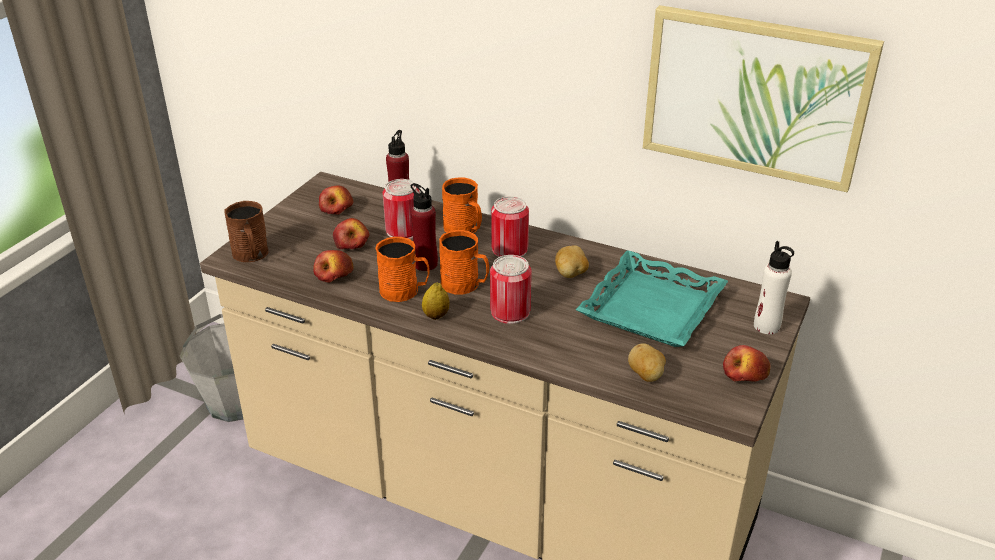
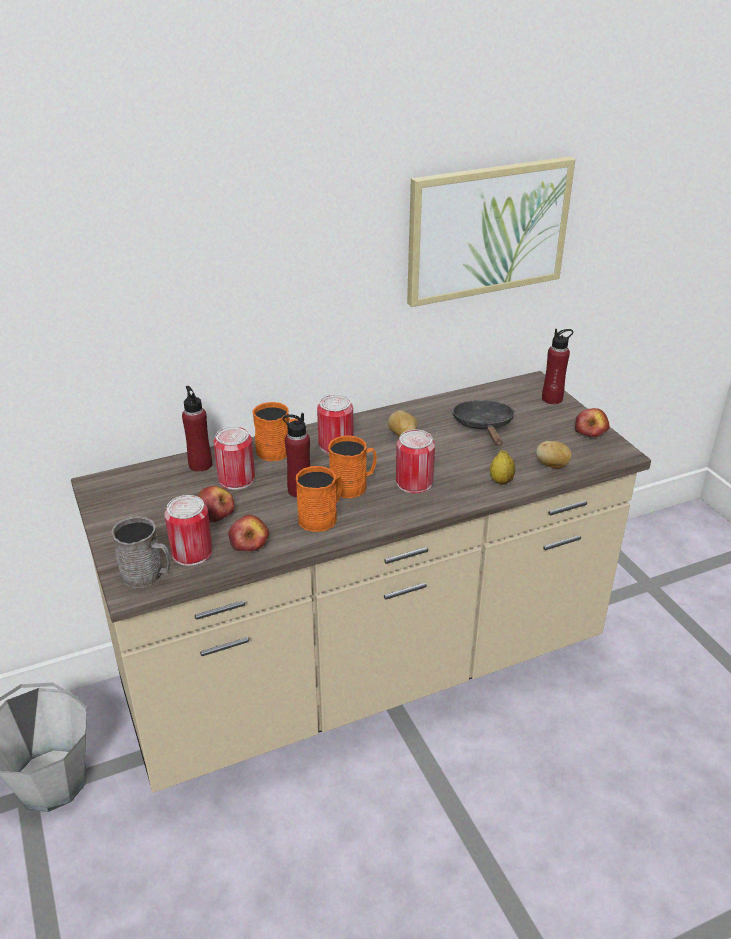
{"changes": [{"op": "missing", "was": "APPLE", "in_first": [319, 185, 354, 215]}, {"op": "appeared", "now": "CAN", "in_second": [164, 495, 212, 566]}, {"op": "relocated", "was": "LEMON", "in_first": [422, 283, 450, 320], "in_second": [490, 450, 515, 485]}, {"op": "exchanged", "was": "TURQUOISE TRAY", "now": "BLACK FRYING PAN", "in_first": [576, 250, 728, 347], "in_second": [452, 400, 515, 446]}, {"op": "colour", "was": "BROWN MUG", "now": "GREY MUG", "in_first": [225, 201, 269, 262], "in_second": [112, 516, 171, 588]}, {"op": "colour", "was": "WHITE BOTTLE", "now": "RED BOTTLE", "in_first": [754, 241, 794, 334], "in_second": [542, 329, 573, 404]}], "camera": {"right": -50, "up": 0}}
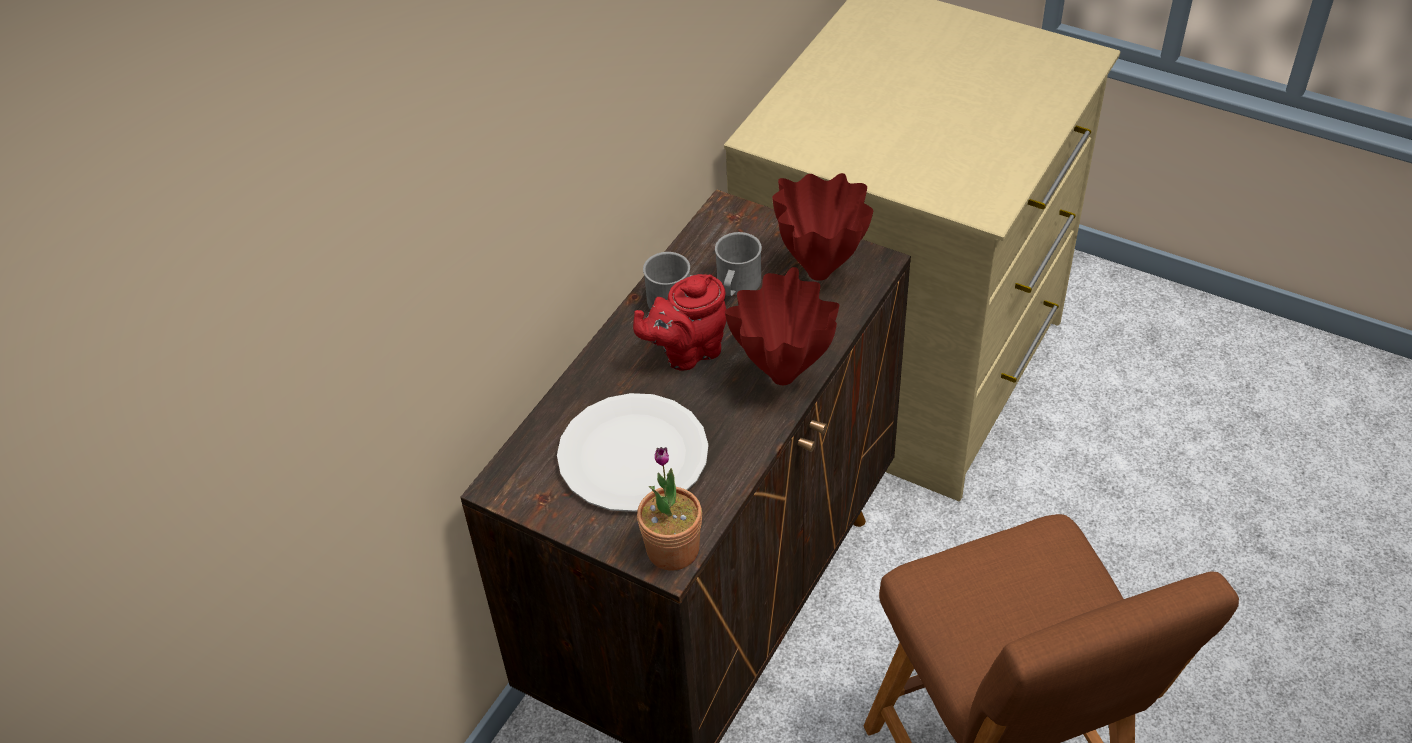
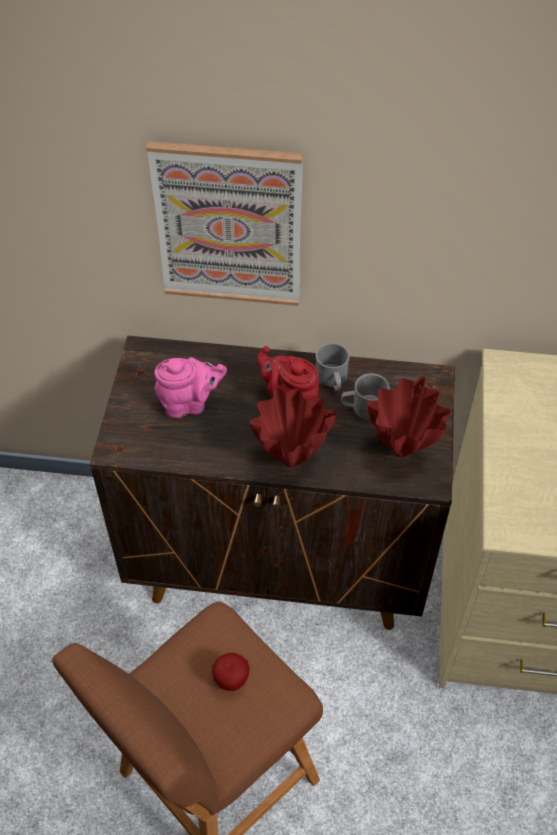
{"changes": [{"op": "missing", "was": "POTTED PLANT", "in_first": [637, 447, 702, 571]}, {"op": "appeared", "now": "PICTURE", "in_second": [146, 141, 303, 306]}, {"op": "appeared", "now": "APPLE", "in_second": [212, 653, 250, 691]}, {"op": "exchanged", "was": "WHITE PLATE", "now": "PINK TEAPOT", "in_first": [557, 393, 708, 512], "in_second": [154, 357, 227, 418]}], "camera": {"right": 65, "up": 5}}
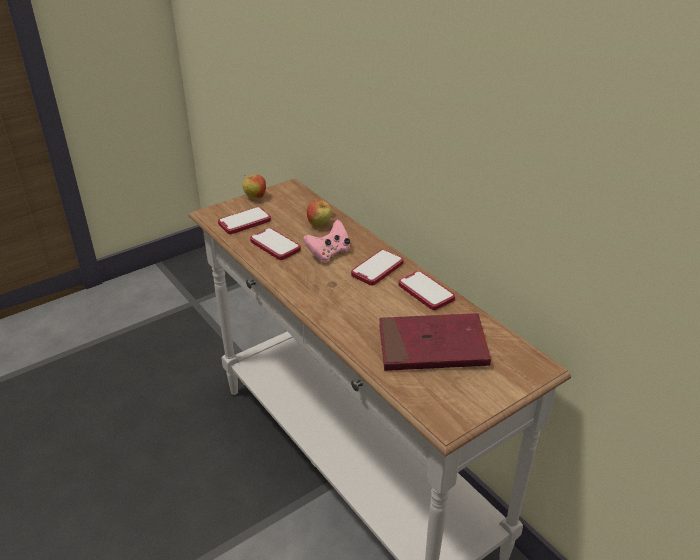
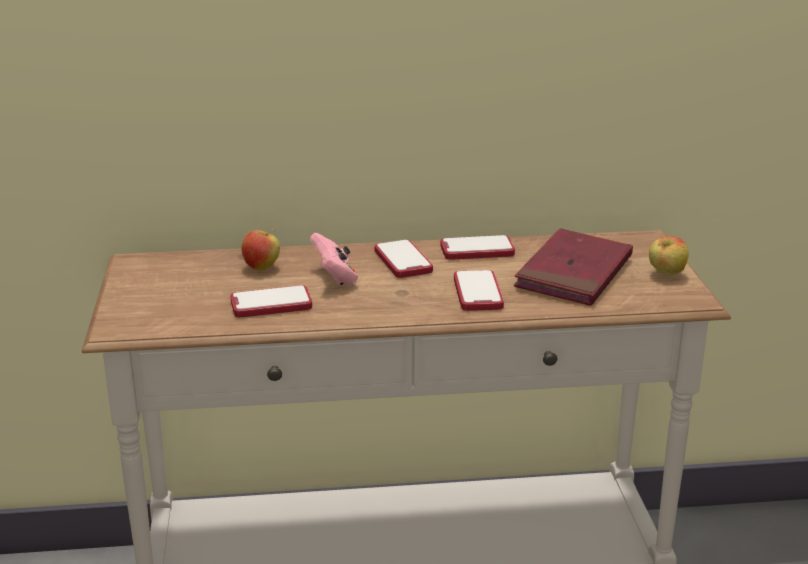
{"changes": [{"op": "relocated", "was": "PHONE", "in_first": [218, 207, 271, 234], "in_second": [454, 270, 504, 311]}, {"op": "relocated", "was": "APPLE", "in_first": [242, 174, 266, 199], "in_second": [649, 236, 689, 276]}], "camera": {"right": -60, "up": -10}}
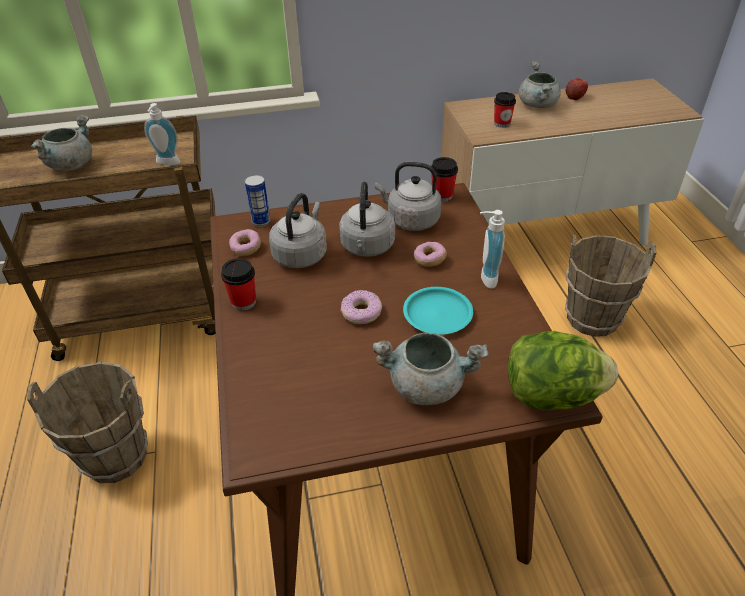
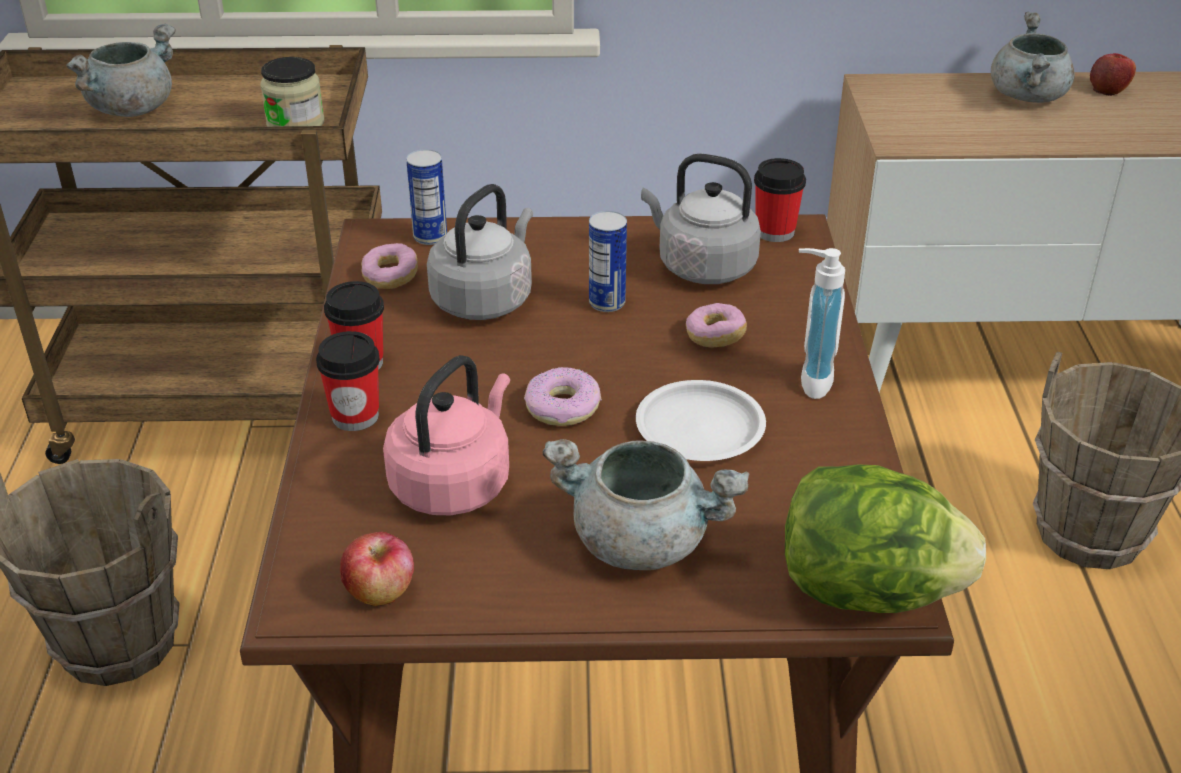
{"changes": [{"op": "appeared", "now": "APPLE", "in_second": [340, 531, 414, 606]}, {"op": "appeared", "now": "PINK KETTLE", "in_second": [383, 355, 510, 515]}, {"op": "relocated", "was": "CUP", "in_first": [494, 92, 516, 128], "in_second": [316, 331, 380, 431]}, {"op": "exchanged", "was": "SOAP DISPENSER", "now": "JAR", "in_first": [144, 103, 180, 165], "in_second": [260, 57, 324, 127]}, {"op": "exchanged", "was": "GREY KETTLE", "now": "CAN", "in_first": [339, 182, 395, 257], "in_second": [589, 211, 627, 312]}, {"op": "colour", "was": "TURQUOISE PLATE", "now": "WHITE PLATE", "in_first": [403, 287, 473, 335], "in_second": [636, 380, 766, 461]}], "camera": {"right": 10, "up": -5}}
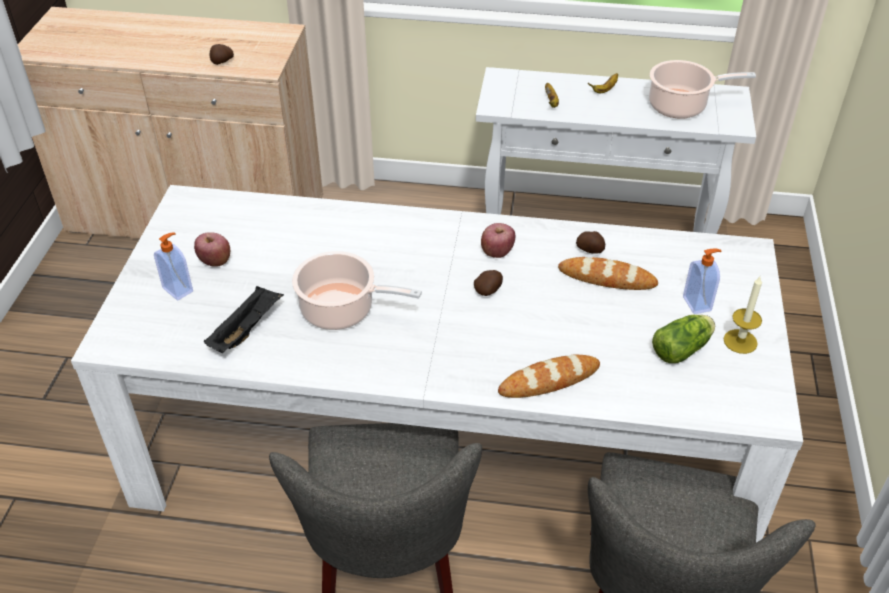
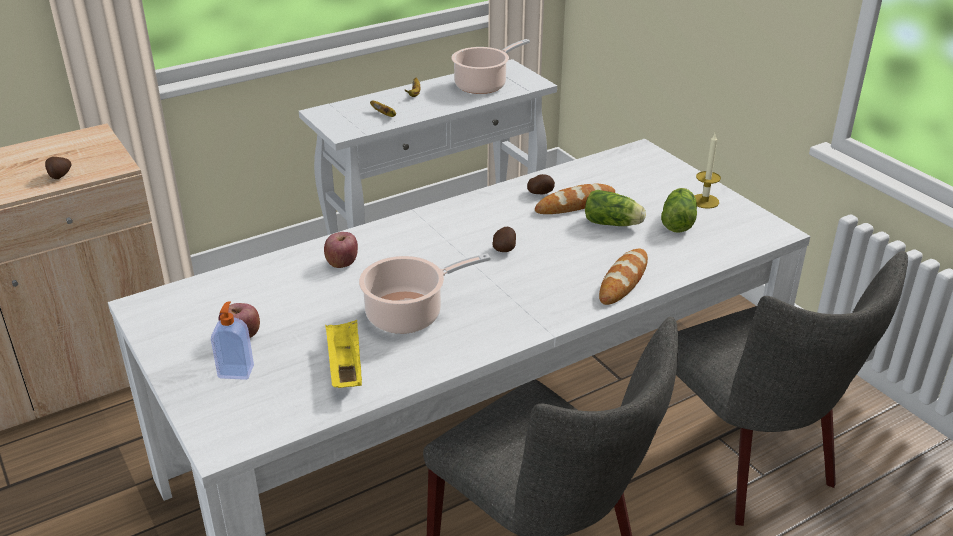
{"changes": [{"op": "missing", "was": "SOAP DISPENSER", "in_first": [683, 249, 722, 314]}, {"op": "appeared", "now": "LETTUCE", "in_second": [585, 190, 646, 226]}, {"op": "relocated", "was": "APPLE", "in_first": [481, 223, 515, 258], "in_second": [324, 232, 358, 268]}, {"op": "colour", "was": "BLACK TRAY", "now": "YELLOW TRAY", "in_first": [204, 286, 284, 353], "in_second": [325, 320, 362, 388]}], "camera": {"right": -40, "up": -10}}
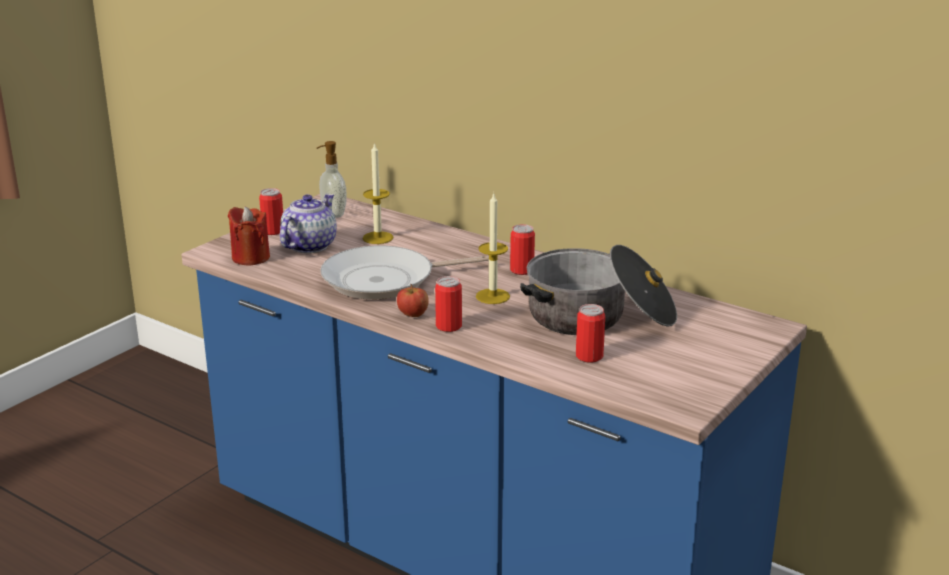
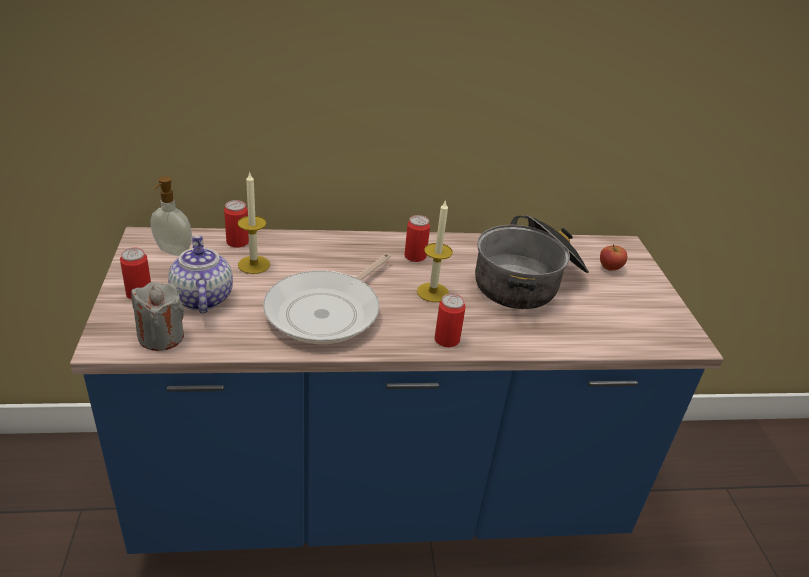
{"changes": [{"op": "relocated", "was": "APPLE", "in_first": [397, 284, 429, 317], "in_second": [600, 244, 627, 271]}, {"op": "relocated", "was": "CAN", "in_first": [576, 304, 605, 363], "in_second": [224, 200, 249, 248]}, {"op": "colour", "was": "RED CANDLE", "now": "GREY CANDLE", "in_first": [228, 207, 270, 265], "in_second": [131, 282, 184, 351]}], "camera": {"right": -45, "up": 10}}
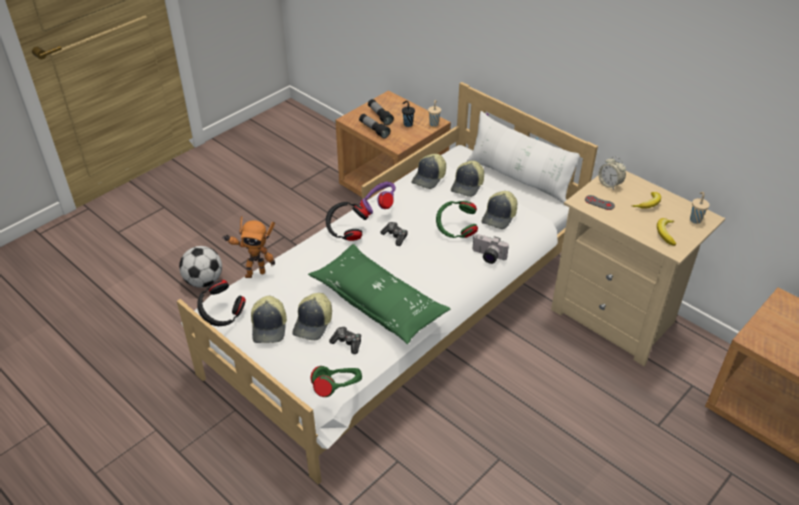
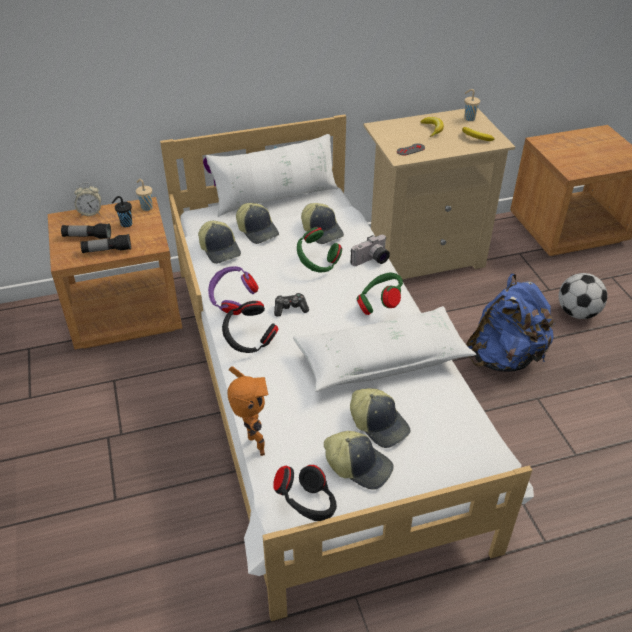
{"changes": [{"op": "missing", "was": "GAME CONTROLLER", "in_first": [329, 327, 361, 354]}, {"op": "appeared", "now": "BLUE BACKPACK", "in_second": [466, 273, 556, 372]}, {"op": "relocated", "was": "FOOTBALL", "in_first": [179, 246, 222, 288], "in_second": [559, 273, 608, 319]}, {"op": "relocated", "was": "GREEN HEADPHONES", "in_first": [310, 366, 362, 397], "in_second": [357, 272, 403, 315]}, {"op": "relocated", "was": "ALARM CLOCK", "in_first": [598, 156, 626, 190], "in_second": [74, 183, 101, 216]}, {"op": "colour", "was": "GREEN PILLOW", "now": "WHITE PILLOW", "in_first": [308, 244, 451, 344], "in_second": [293, 306, 476, 392]}, {"op": "spun", "was": "TOY ROBOT", "in_first": [222, 216, 275, 278], "in_second": [228, 366, 268, 456], "clockwise": -45}], "camera": {"right": -60, "up": 0}}
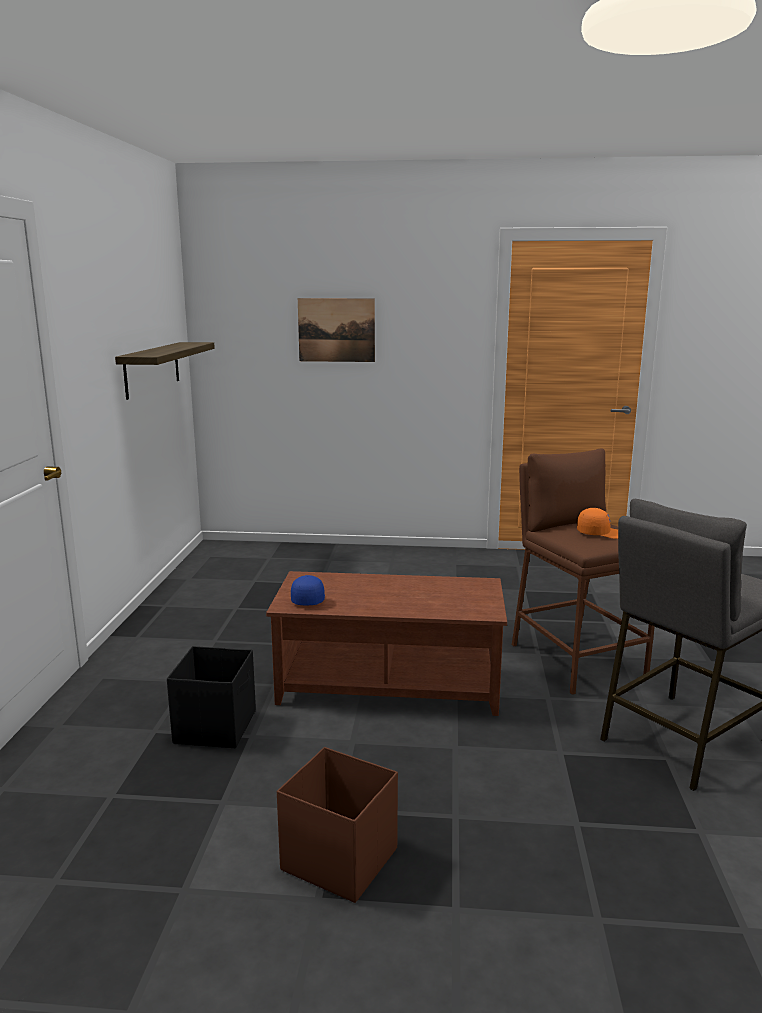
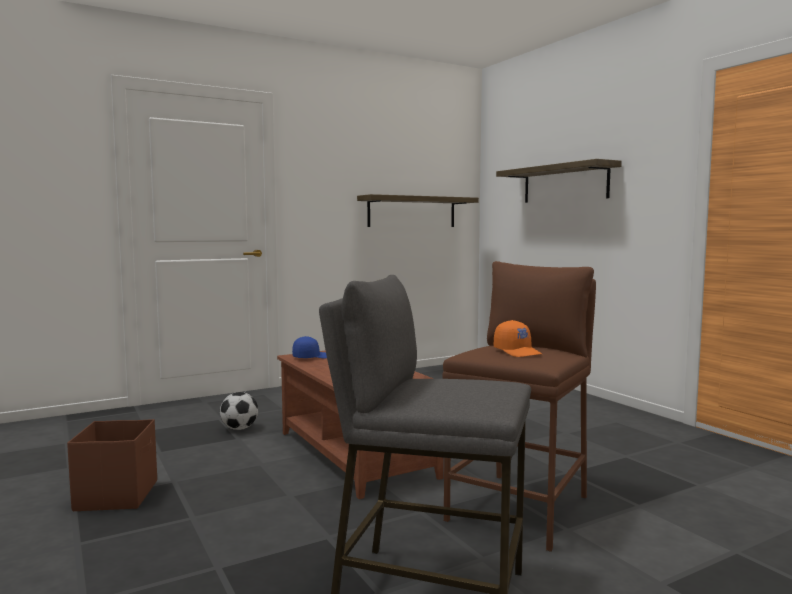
{"changes": [{"op": "exchanged", "was": "BLACK STORAGE BOX", "now": "FOOTBALL", "in_first": [167, 646, 256, 748], "in_second": [220, 392, 258, 430]}, {"op": "exchanged", "was": "PICTURE", "now": "SHELF", "in_first": [298, 298, 375, 362], "in_second": [496, 159, 622, 203]}], "camera": {"right": 55, "up": -10}}
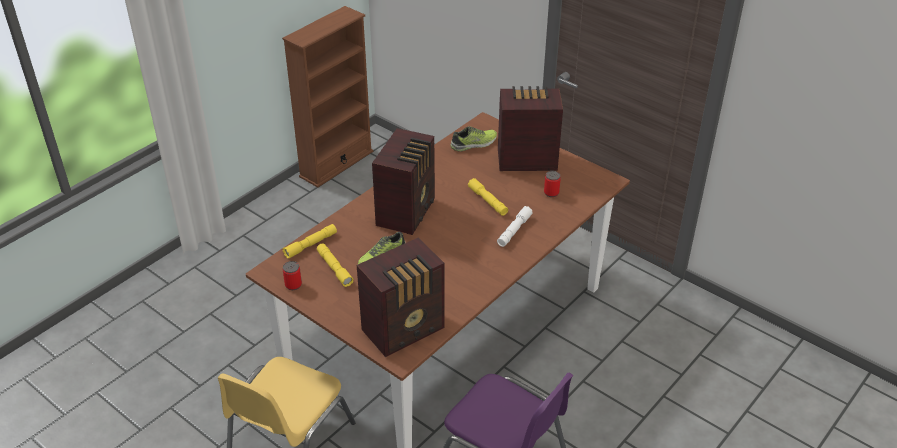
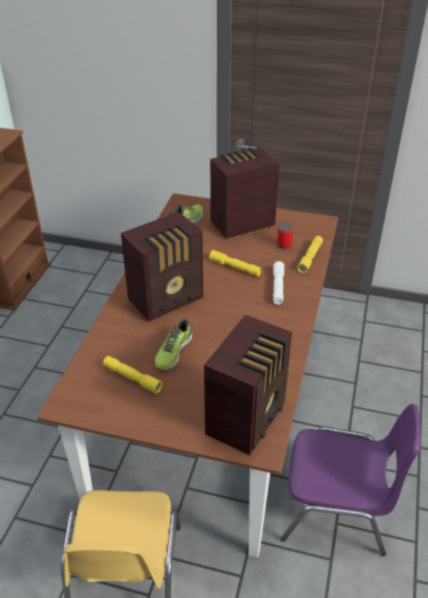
{"changes": [{"op": "missing", "was": "CAN", "in_first": [283, 261, 302, 290]}, {"op": "relocated", "was": "YELLOW FLASHLIGHT", "in_first": [283, 224, 337, 259], "in_second": [297, 236, 323, 273]}, {"op": "spun", "was": "RADIO", "in_first": [372, 128, 435, 235], "in_second": [121, 212, 203, 321], "clockwise": 60}], "camera": {"right": -25, "up": 0}}
